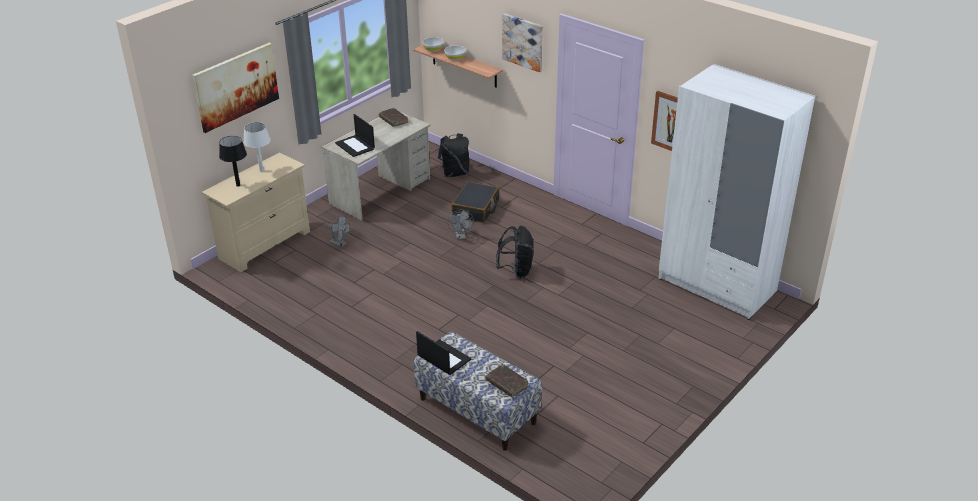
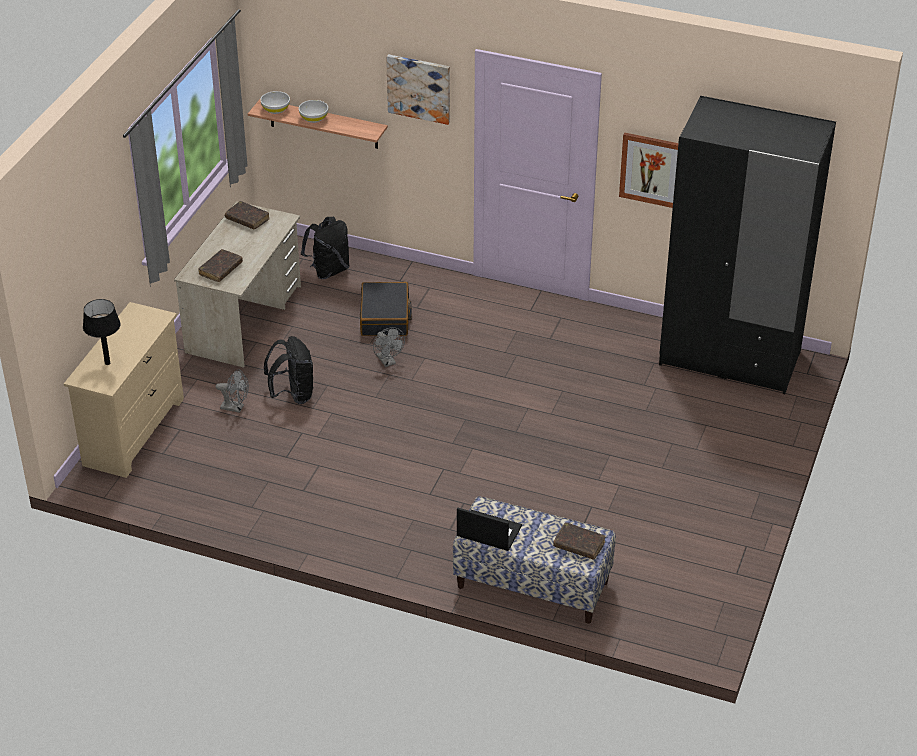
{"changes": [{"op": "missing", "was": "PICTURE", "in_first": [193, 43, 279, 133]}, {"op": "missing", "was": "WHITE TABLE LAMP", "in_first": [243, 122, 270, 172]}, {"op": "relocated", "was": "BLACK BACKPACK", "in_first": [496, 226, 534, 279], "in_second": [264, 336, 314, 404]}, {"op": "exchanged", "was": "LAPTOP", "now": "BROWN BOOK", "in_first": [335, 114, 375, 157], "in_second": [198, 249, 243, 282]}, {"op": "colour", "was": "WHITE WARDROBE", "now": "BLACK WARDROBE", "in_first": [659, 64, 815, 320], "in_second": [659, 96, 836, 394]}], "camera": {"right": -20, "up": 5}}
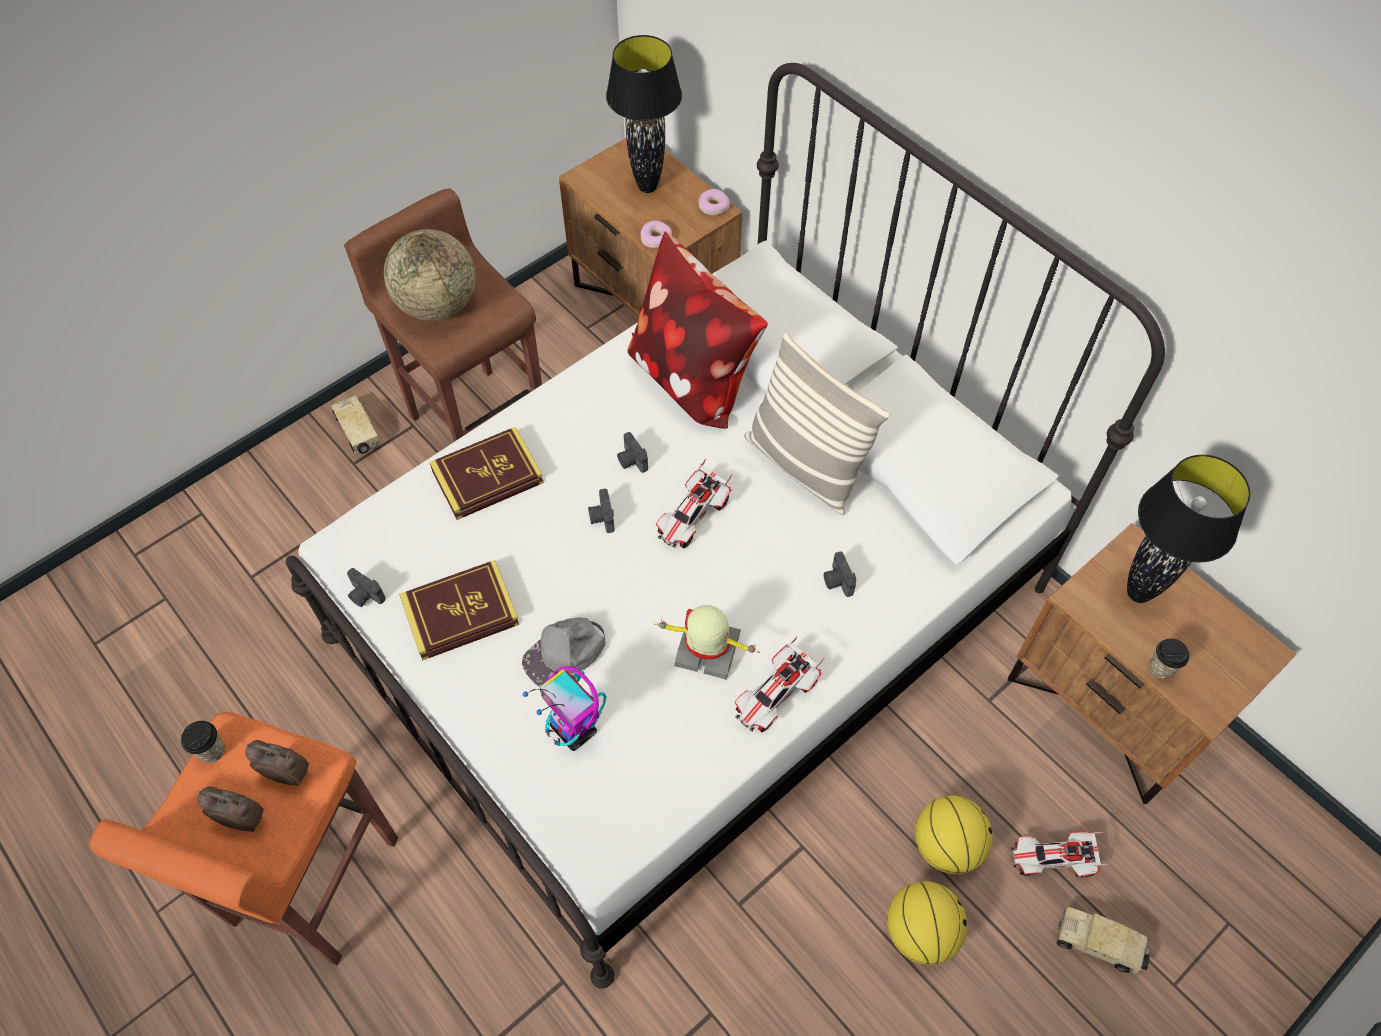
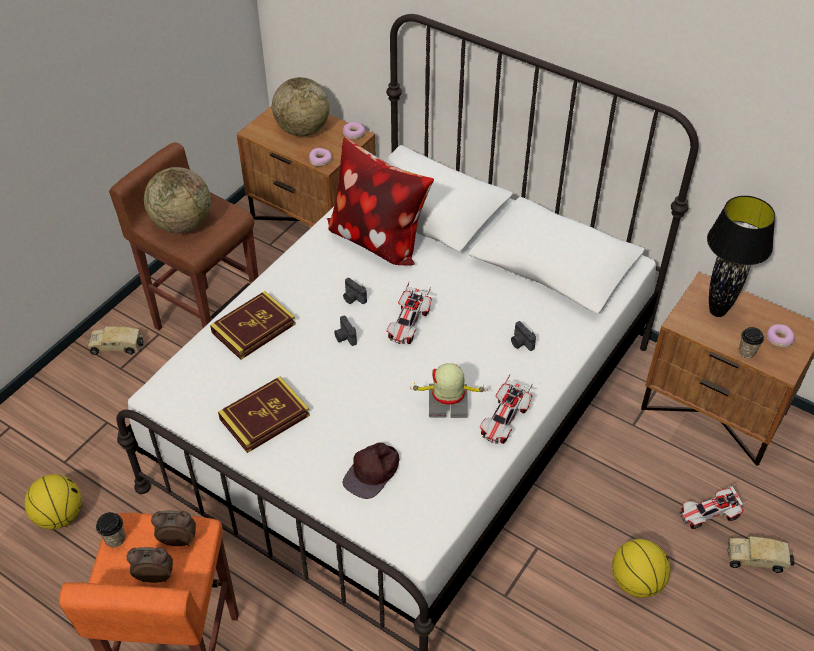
{"changes": [{"op": "missing", "was": "PHOTO CAMERA", "in_first": [347, 568, 386, 607]}, {"op": "missing", "was": "GREY CAP", "in_first": [522, 617, 606, 687]}, {"op": "missing", "was": "PILLOW", "in_first": [744, 332, 890, 515]}, {"op": "appeared", "now": "DONUT", "in_second": [767, 324, 795, 347]}, {"op": "relocated", "was": "BASKETBALL", "in_first": [915, 795, 993, 874], "in_second": [24, 474, 82, 530]}, {"op": "exchanged", "was": "TOY ROBOT", "now": "BROWN CAP", "in_first": [522, 666, 606, 751], "in_second": [342, 443, 400, 499]}, {"op": "exchanged", "was": "BLACK TABLE LAMP", "now": "GLOBE", "in_first": [606, 35, 682, 193], "in_second": [272, 77, 330, 136]}, {"op": "spun", "was": "TOY TRUCK", "in_first": [331, 395, 381, 454], "in_second": [87, 326, 143, 355], "clockwise": -45}], "camera": {"right": -15, "up": -10}}
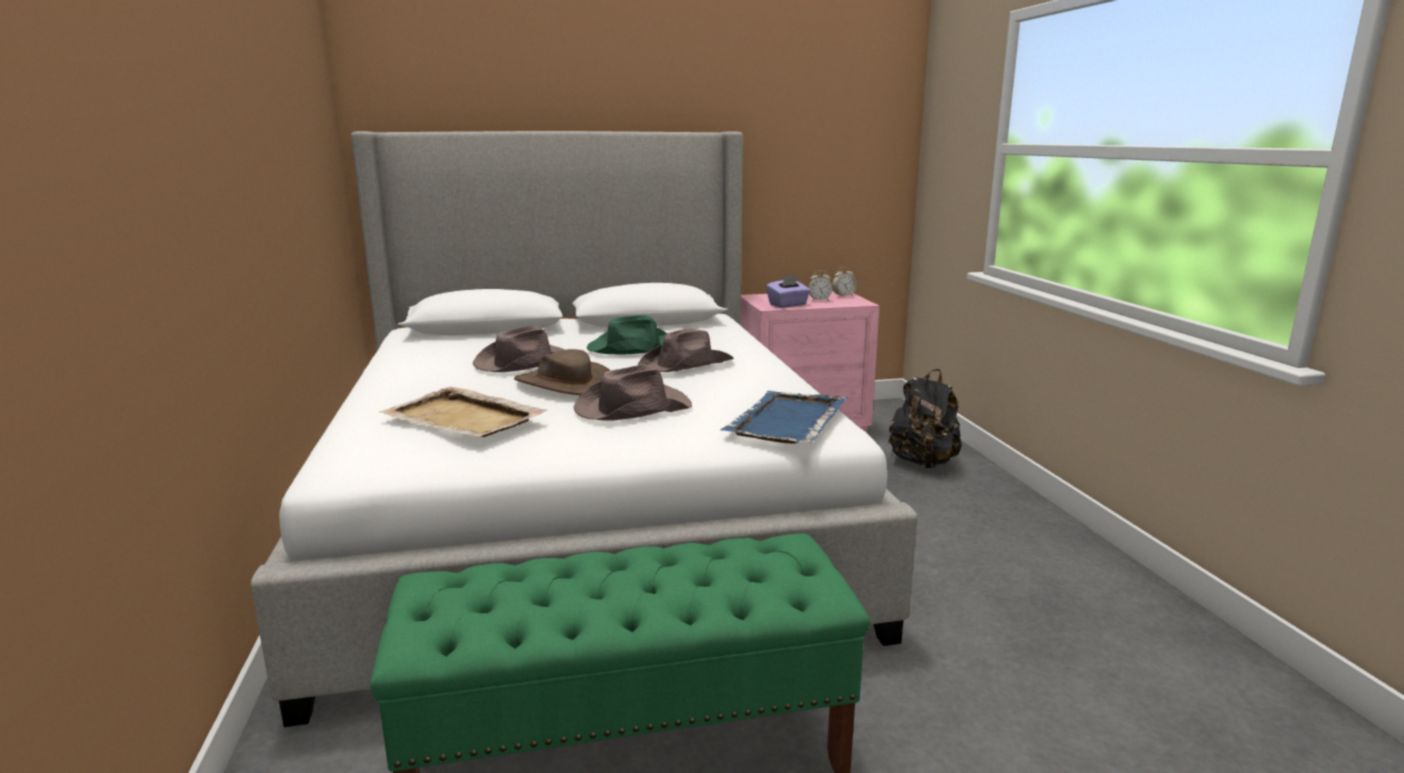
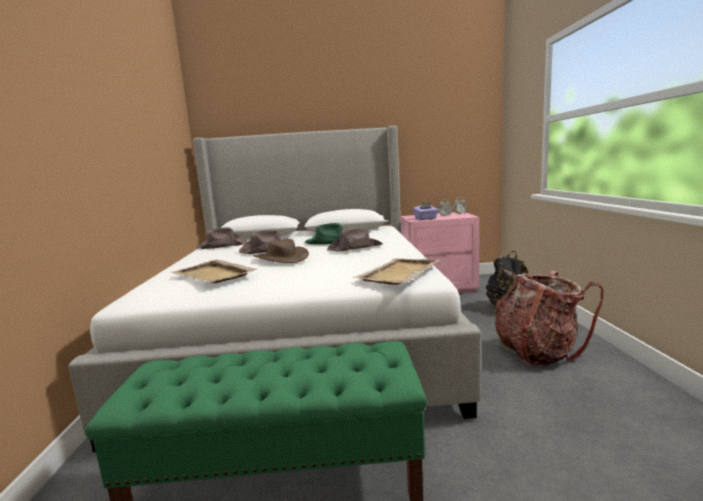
{"changes": [{"op": "appeared", "now": "BACKPACK", "in_second": [495, 271, 604, 367]}, {"op": "relocated", "was": "BROWN HAT", "in_first": [574, 364, 692, 421], "in_second": [196, 227, 248, 249]}, {"op": "colour", "was": "BLUE TRAY", "now": "BEIGE TRAY", "in_first": [721, 391, 848, 444], "in_second": [353, 258, 440, 285]}], "camera": {"right": 10, "up": -5}}
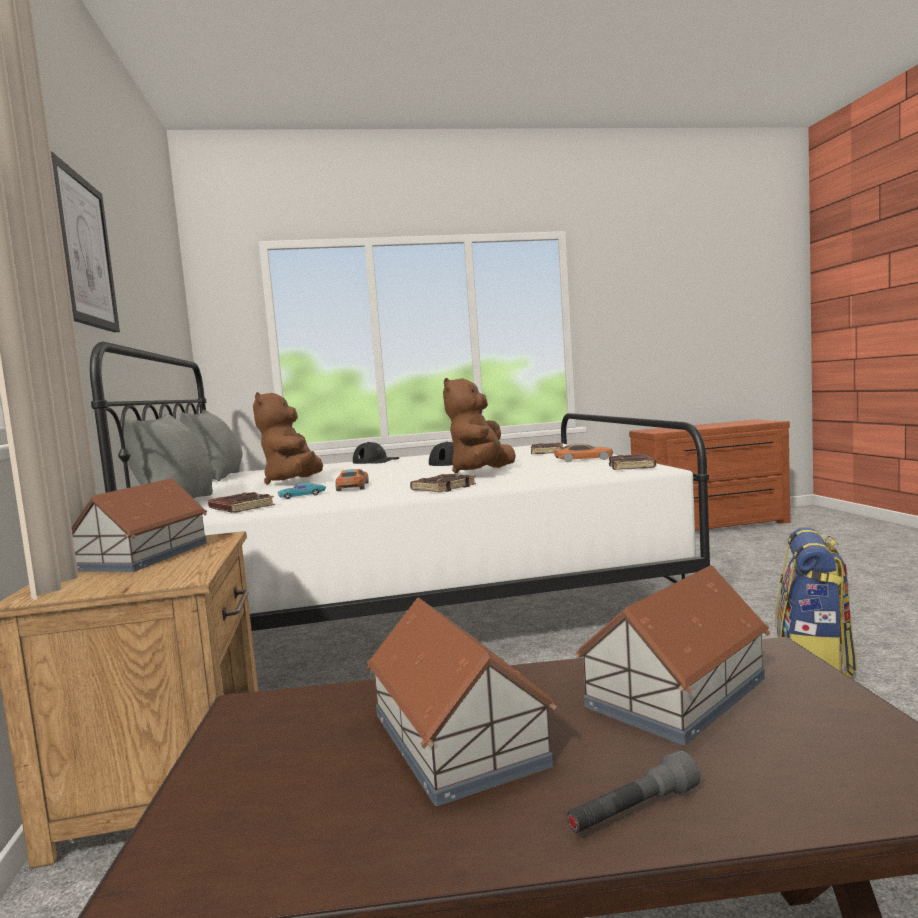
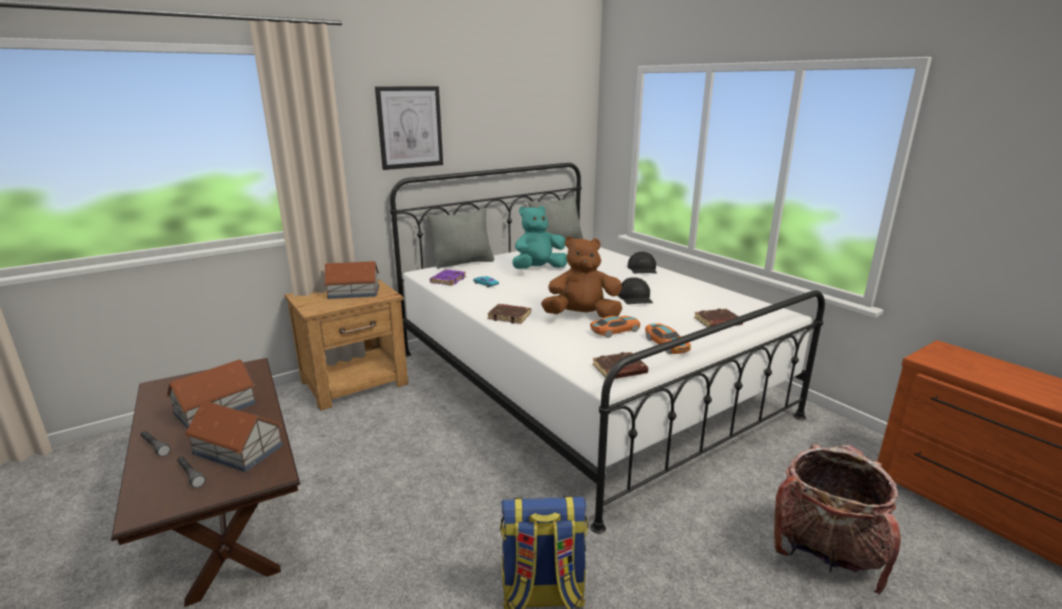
{"changes": [{"op": "appeared", "now": "GREY FLASHLIGHT", "in_second": [177, 456, 206, 488]}, {"op": "appeared", "now": "BACKPACK", "in_second": [774, 444, 901, 595]}, {"op": "relocated", "was": "TOY CAR", "in_first": [335, 469, 369, 491], "in_second": [590, 316, 640, 338]}, {"op": "colour", "was": "BROWN BOOK", "now": "PURPLE BOOK", "in_first": [208, 492, 275, 513], "in_second": [430, 269, 466, 286]}, {"op": "colour", "was": "BROWN PLUSH TOY", "now": "TURQUOISE PLUSH TOY", "in_first": [253, 392, 323, 485], "in_second": [513, 206, 567, 269]}], "camera": {"right": 65, "up": 15}}
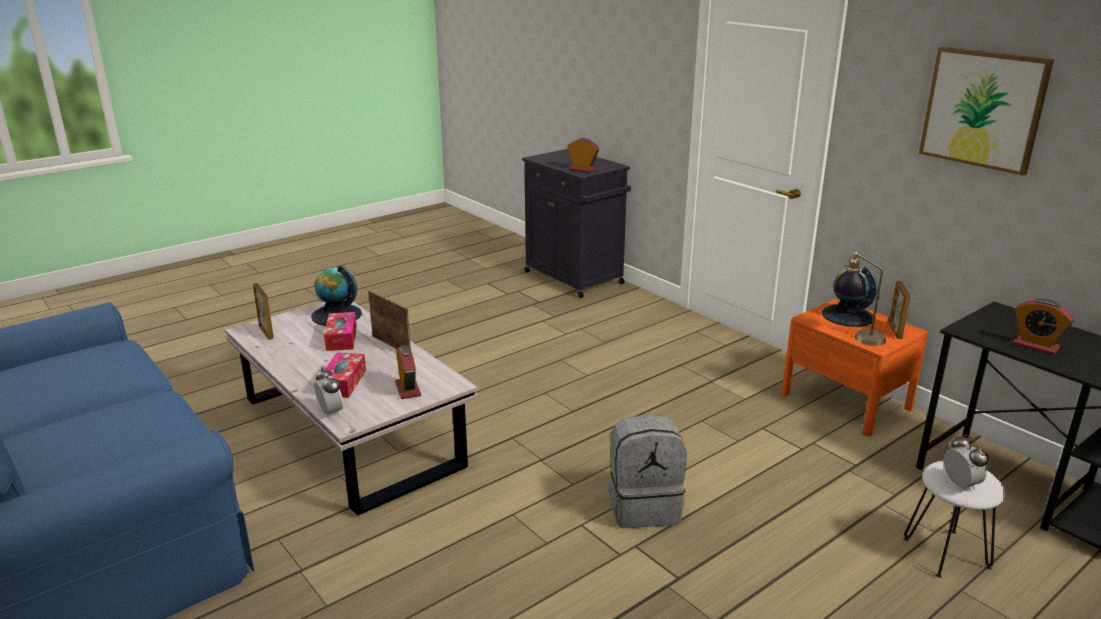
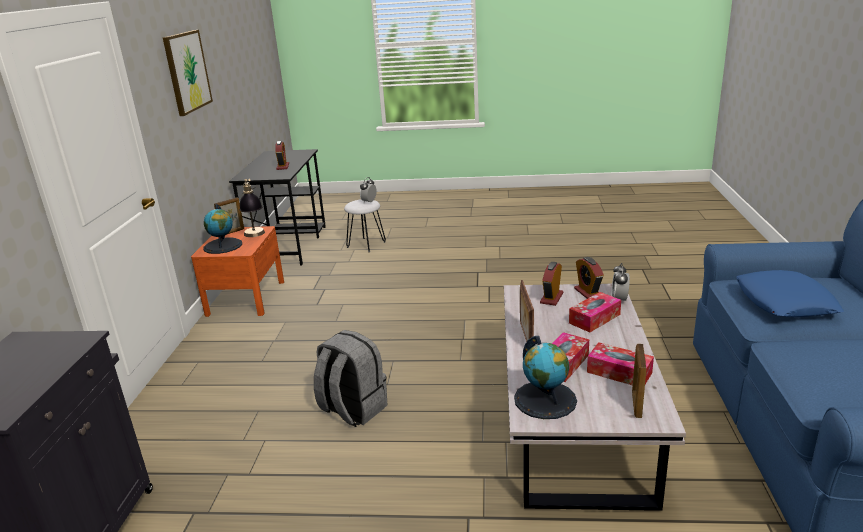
{"changes": [{"op": "appeared", "now": "TISSUE BOX", "in_second": [587, 342, 654, 385]}, {"op": "appeared", "now": "BLUE PILLOW", "in_second": [736, 270, 844, 317]}, {"op": "relocated", "was": "ALARM CLOCK", "in_first": [567, 138, 599, 173], "in_second": [574, 257, 604, 299]}, {"op": "relocated", "was": "GREY BACKPACK", "in_first": [608, 414, 687, 528], "in_second": [314, 330, 387, 427]}], "camera": {"right": -135, "up": 0}}
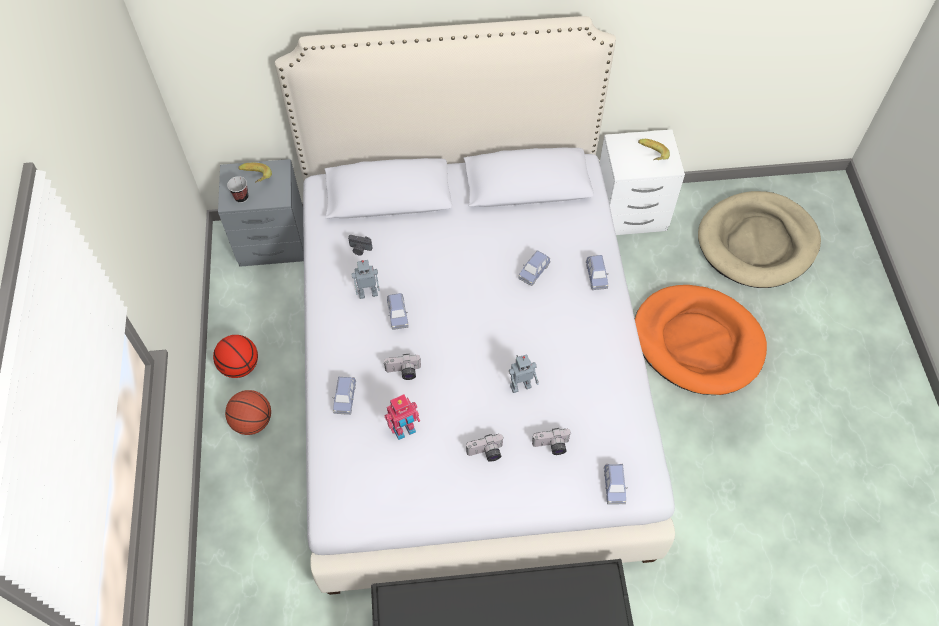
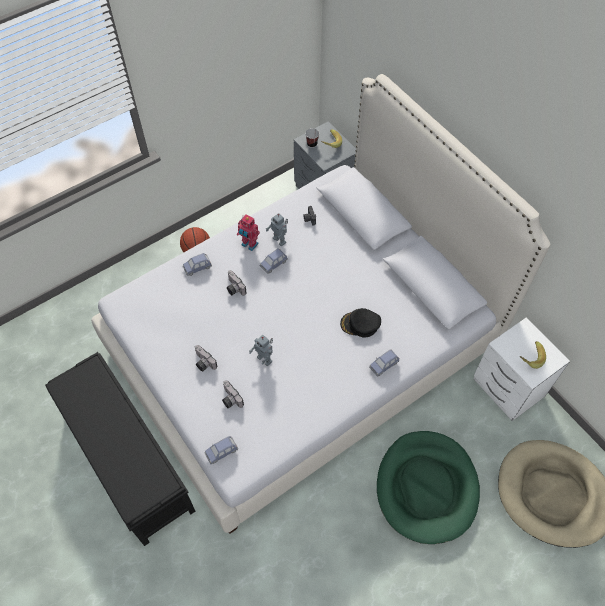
{"changes": [{"op": "missing", "was": "BASKETBALL", "in_first": [213, 335, 258, 378]}, {"op": "relocated", "was": "TOY ROBOT", "in_first": [385, 394, 420, 440], "in_second": [237, 214, 260, 251]}, {"op": "exchanged", "was": "BLUE TOY CAR", "now": "BLACK CAP", "in_first": [518, 250, 550, 286], "in_second": [340, 308, 381, 338]}, {"op": "colour", "was": "ORANGE DOG BED", "now": "GREEN DOG BED", "in_first": [635, 285, 767, 395], "in_second": [377, 431, 480, 544]}], "camera": {"right": 60, "up": 0}}
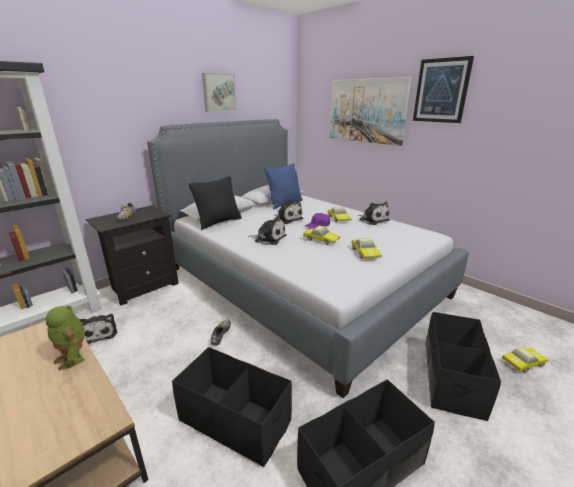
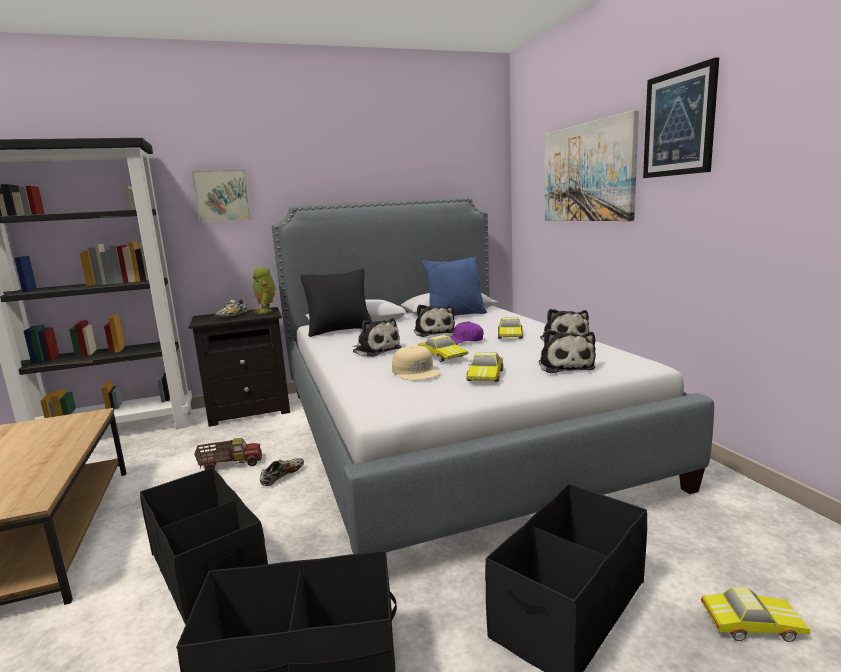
{"changes": [{"op": "appeared", "now": "TOY TRUCK", "in_second": [194, 438, 262, 470]}, {"op": "appeared", "now": "BEIGE CAP", "in_second": [392, 346, 441, 380]}, {"op": "relocated", "was": "TOY ROBOT", "in_first": [46, 306, 85, 371], "in_second": [253, 267, 276, 314]}, {"op": "relocated", "was": "PLUSH TOY", "in_first": [79, 314, 117, 344], "in_second": [538, 330, 596, 373]}, {"op": "relocated", "was": "PICTURE", "in_first": [202, 73, 236, 112], "in_second": [192, 169, 252, 223]}], "camera": {"right": 25, "up": -10}}
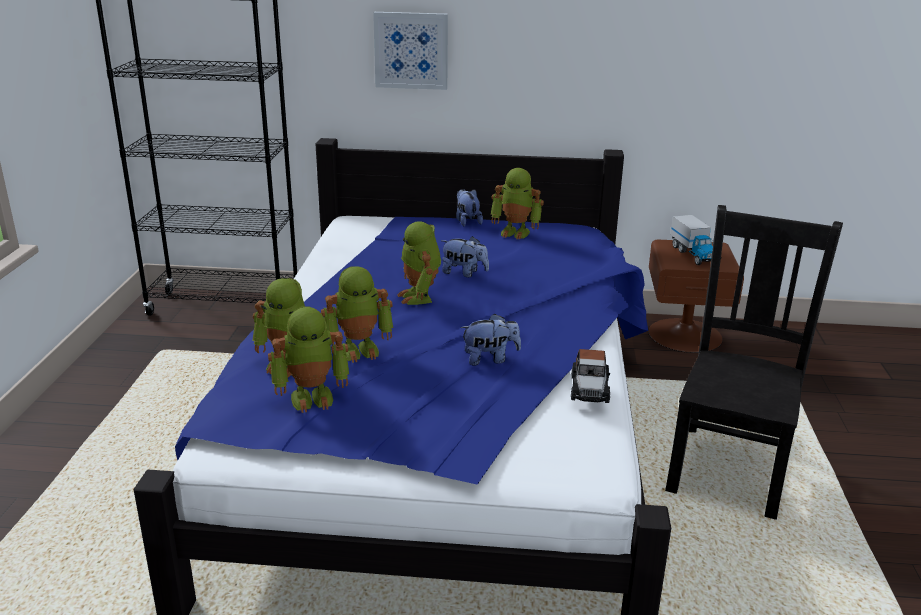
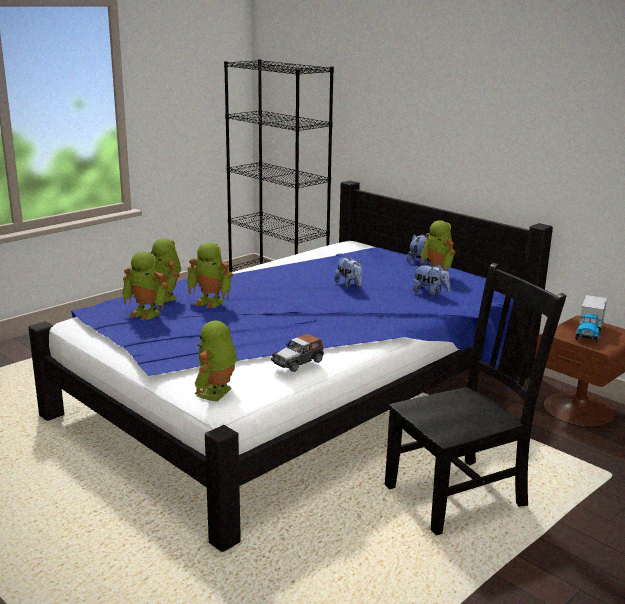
{"changes": [{"op": "missing", "was": "PICTURE", "in_first": [373, 12, 448, 90]}, {"op": "relocated", "was": "TOY ROBOT", "in_first": [397, 221, 441, 305], "in_second": [195, 320, 237, 402]}, {"op": "relocated", "was": "PLUSH TOY", "in_first": [460, 313, 521, 366], "in_second": [413, 264, 450, 296]}], "camera": {"right": 40, "up": -5}}
